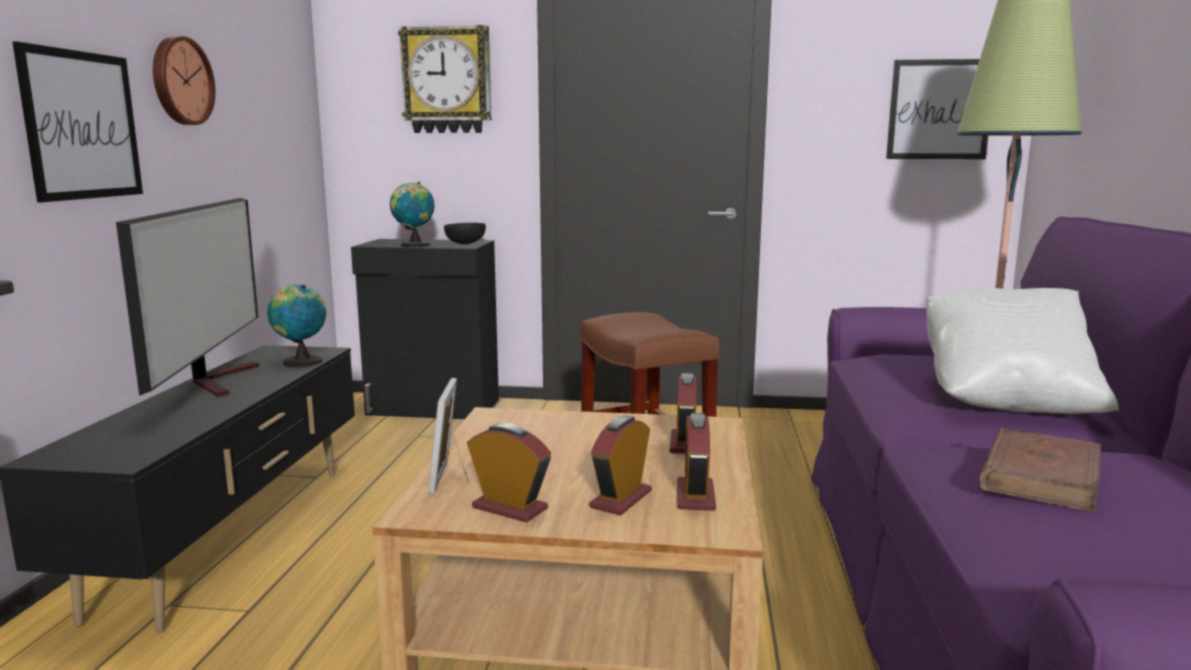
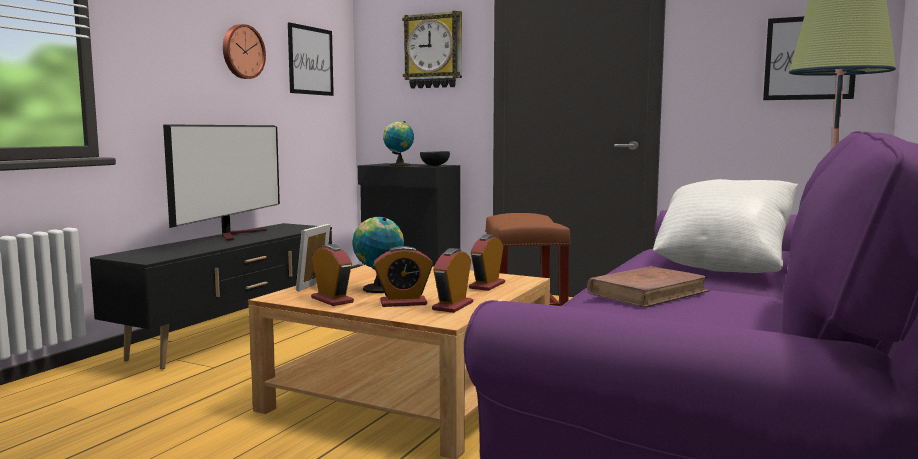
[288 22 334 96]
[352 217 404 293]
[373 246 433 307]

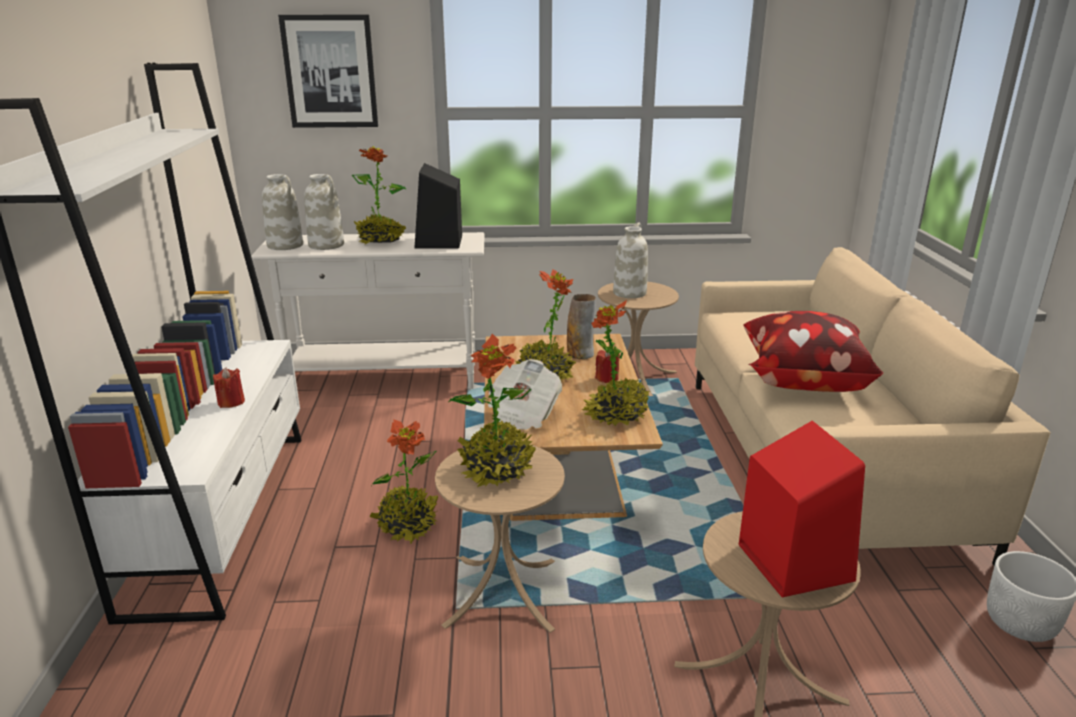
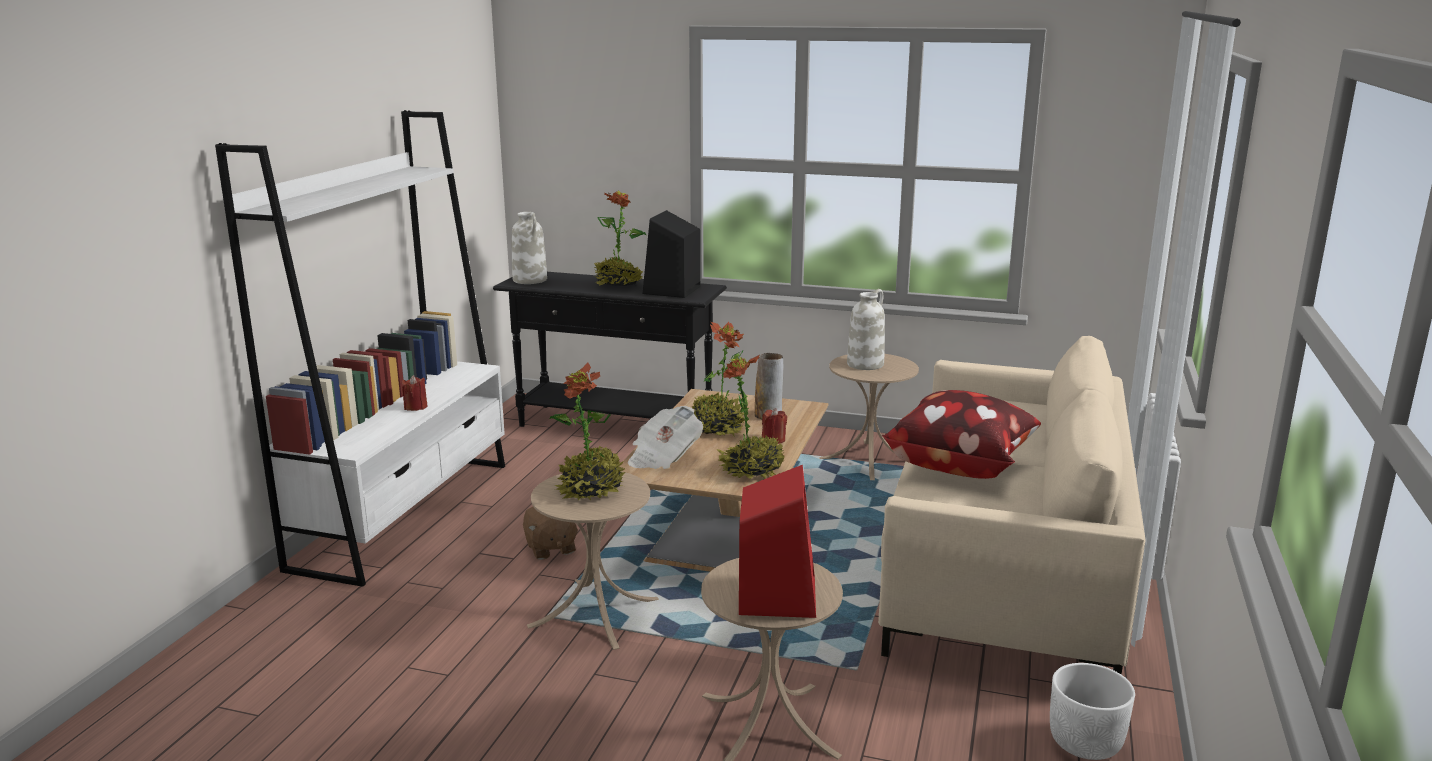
[278 15 378 128] (first image)
[304 174 344 250] (first image)
[523 507 578 560]
[493 272 727 427]

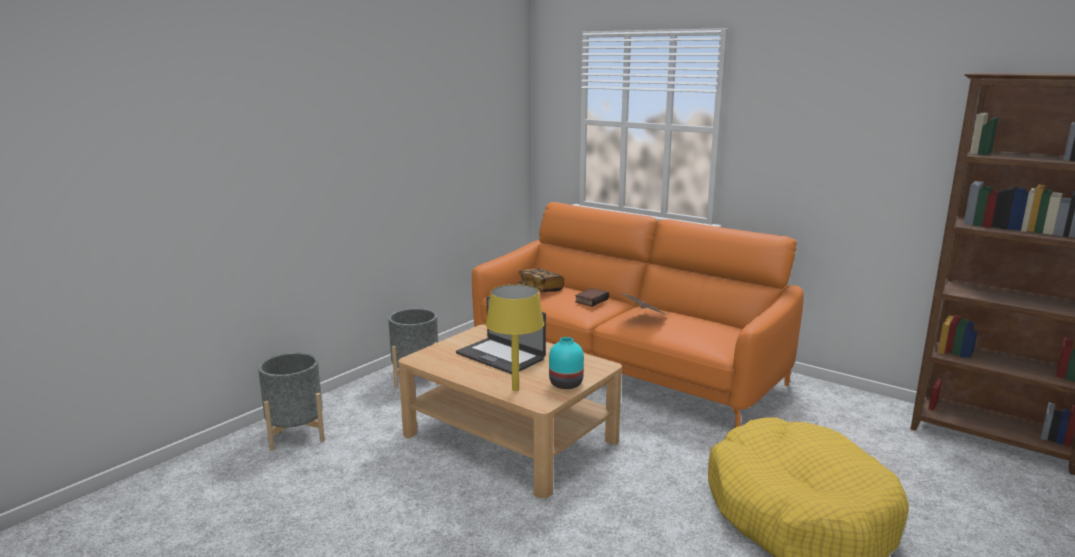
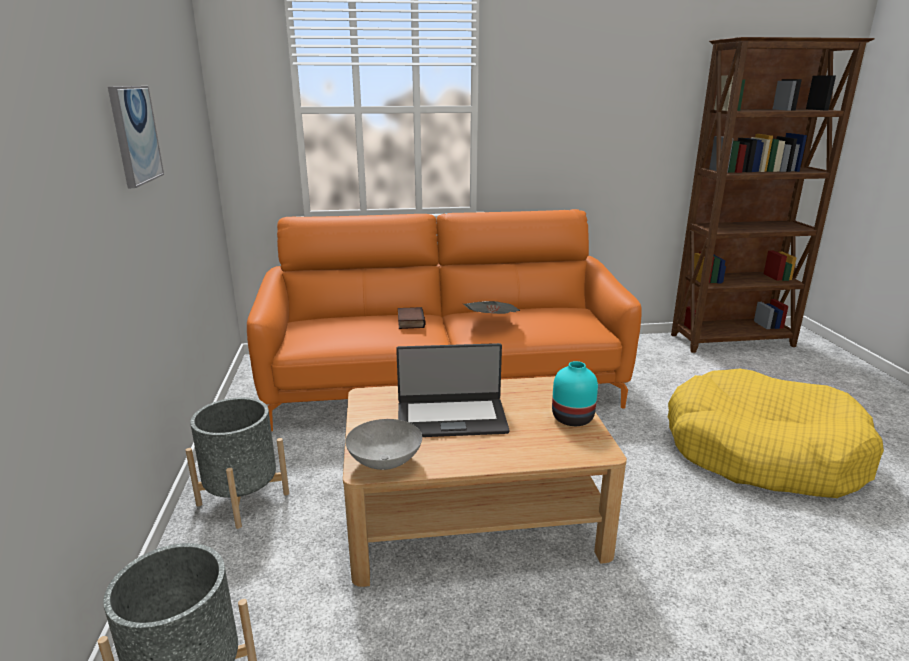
[486 284 544 391] (first image)
[518 268 564 292] (first image)
[108 86 164 188]
[345 419 422 470]

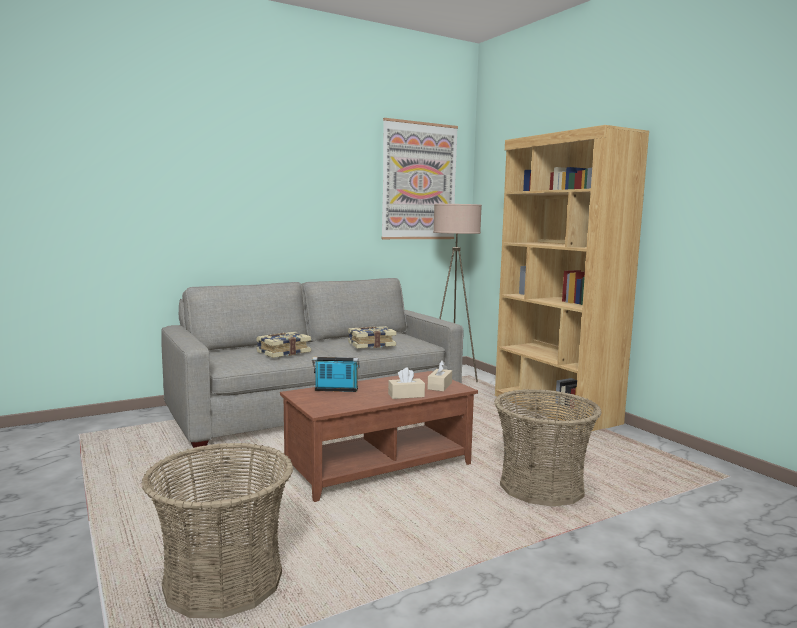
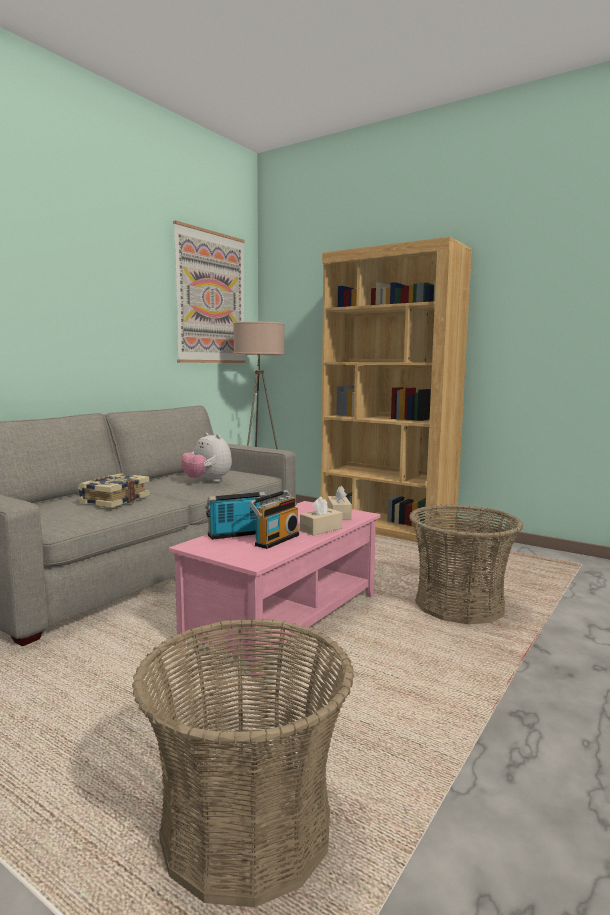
[249 490 299 549]
[181 433 232 482]
[169 501 380 678]

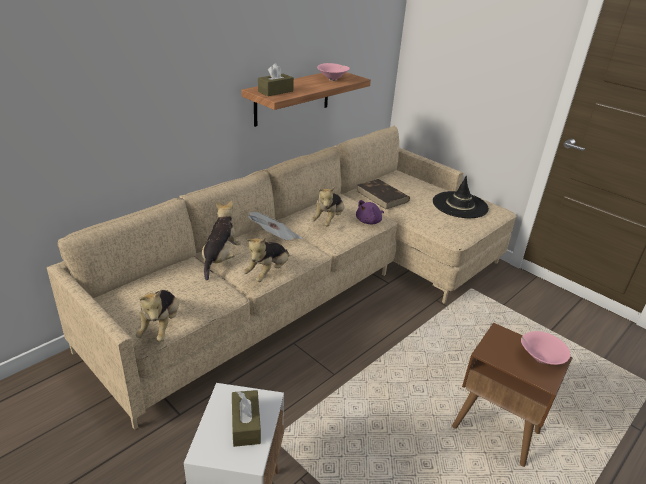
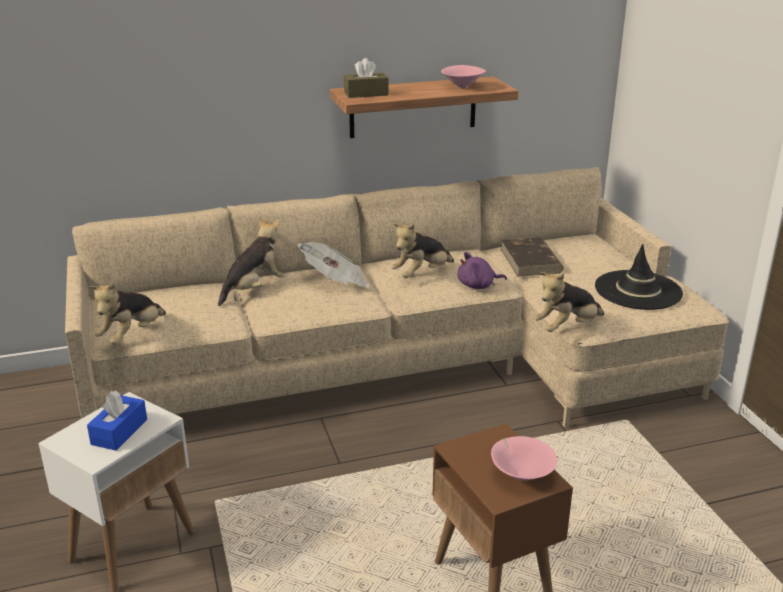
[534 272 604 332]
[87 391 147 451]

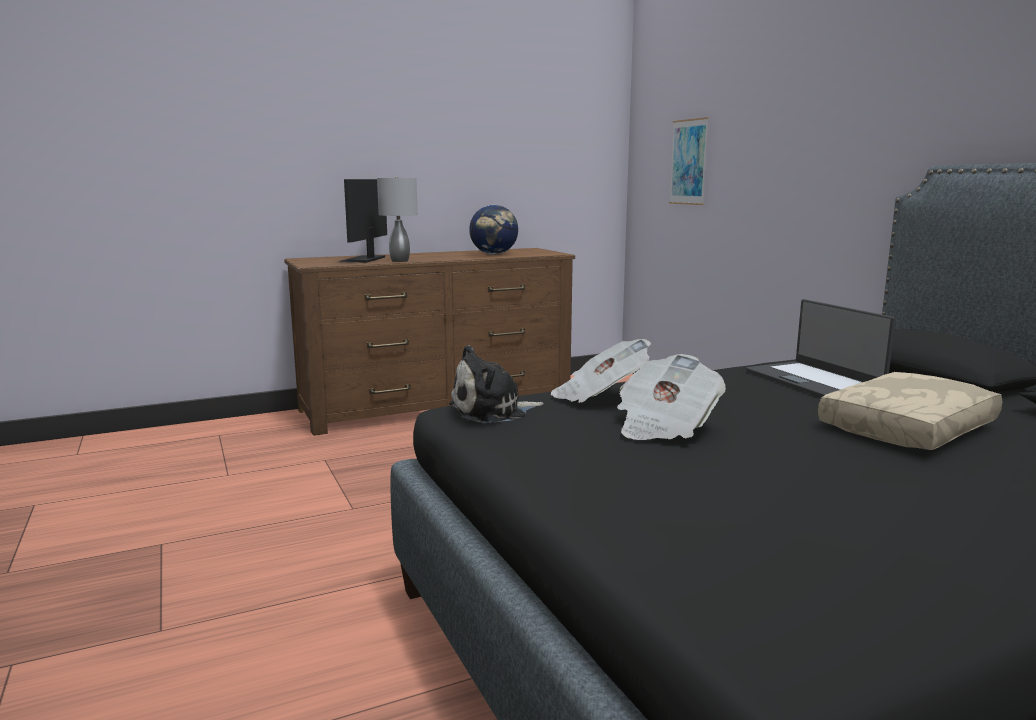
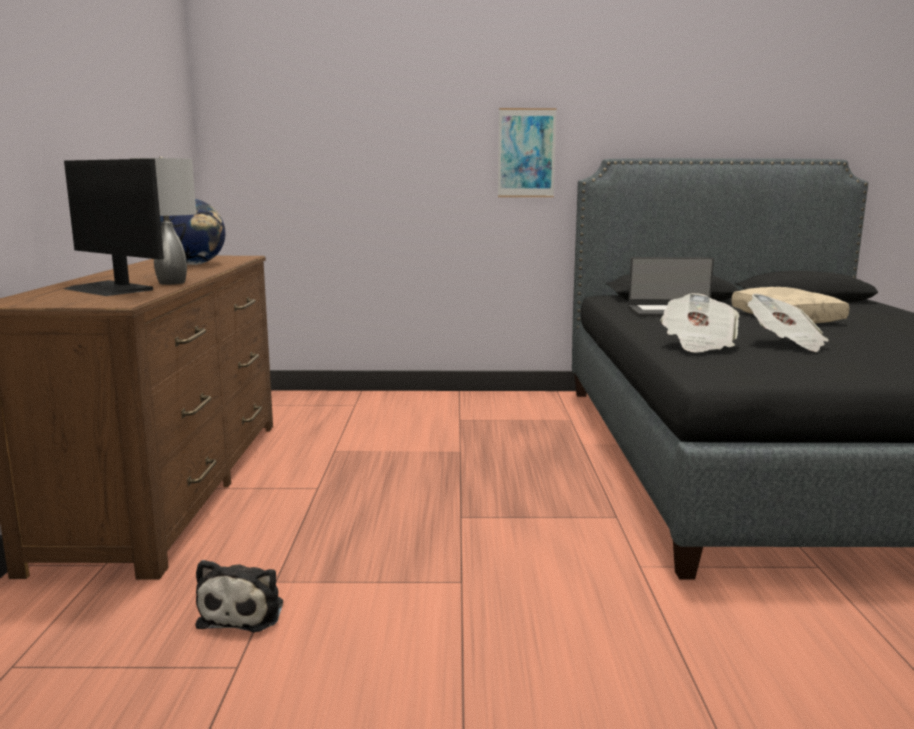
[195 560 283 632]
[498 108 556 197]

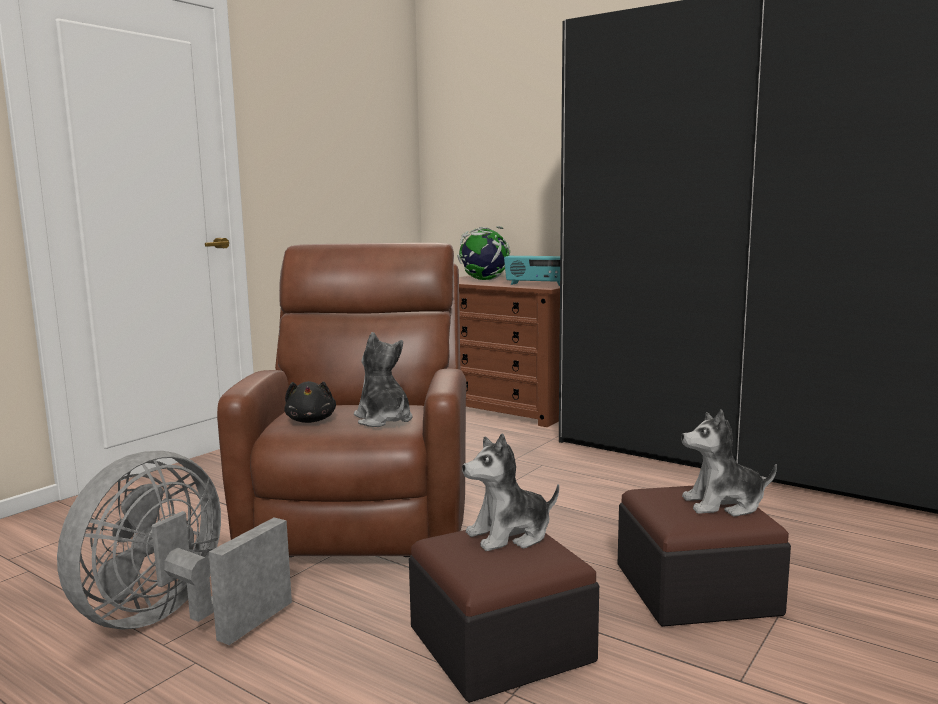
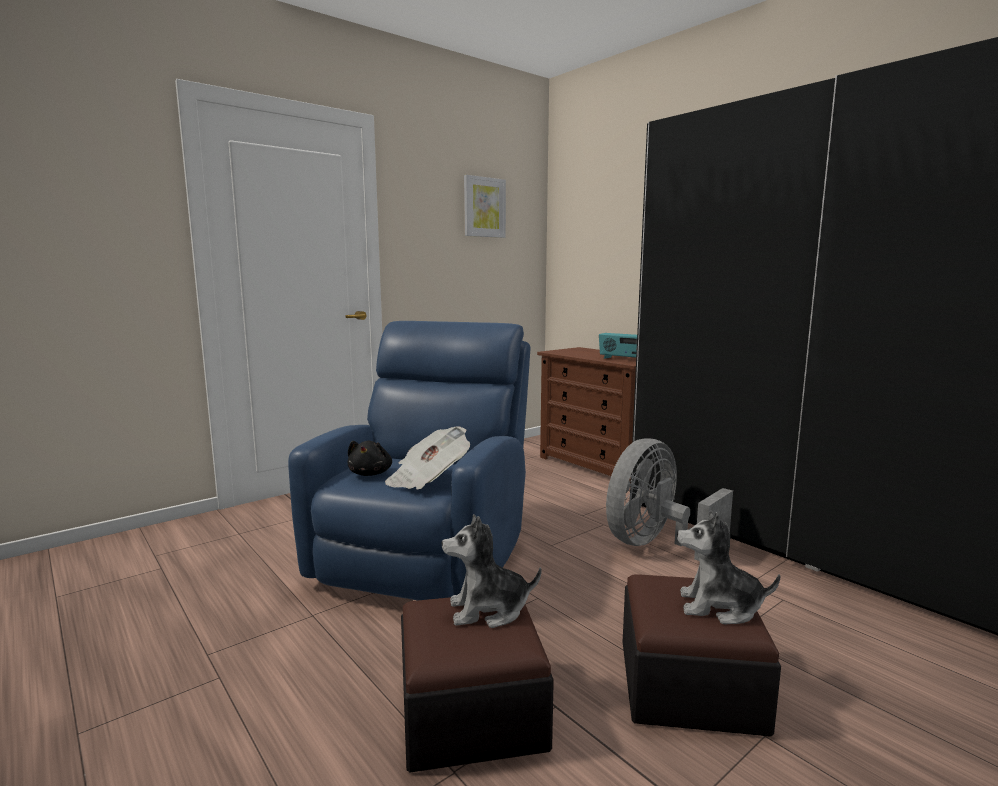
[457 226 510 280] (first image)
[464 175 506 238]
[606 438 733 561]
[385 426 470 490]
[288 321 531 600]

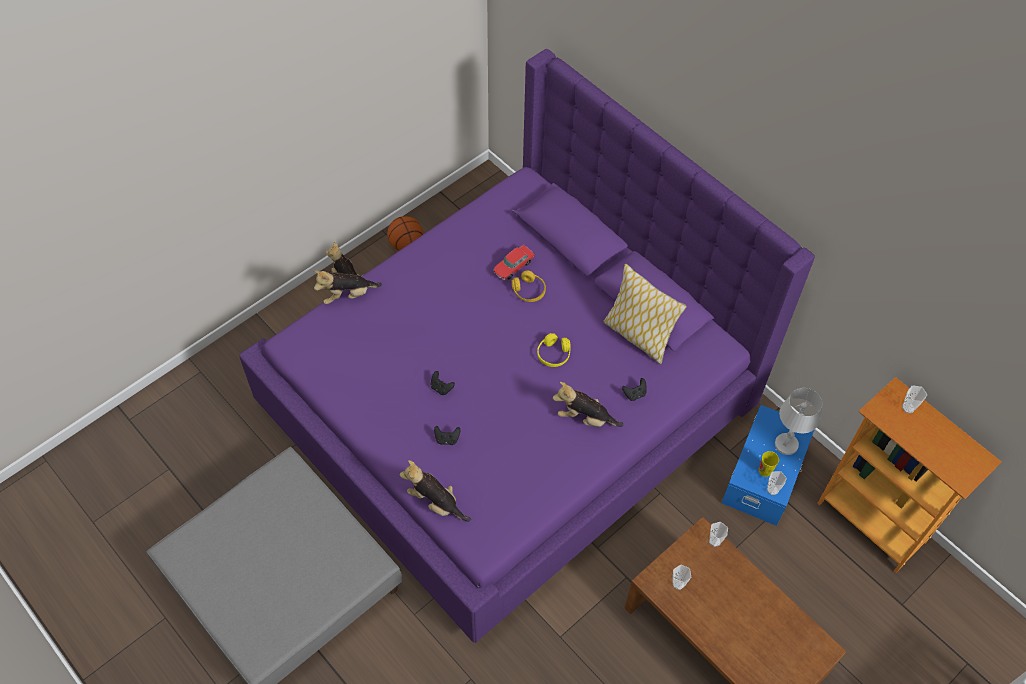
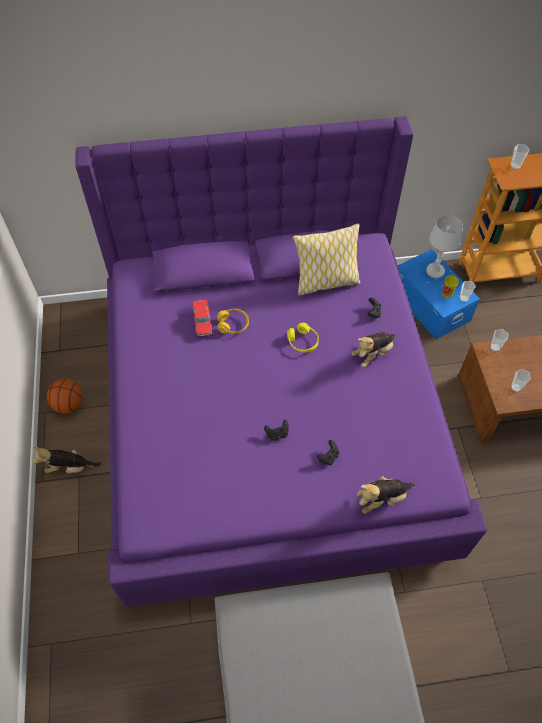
[314 270 382 304] (first image)

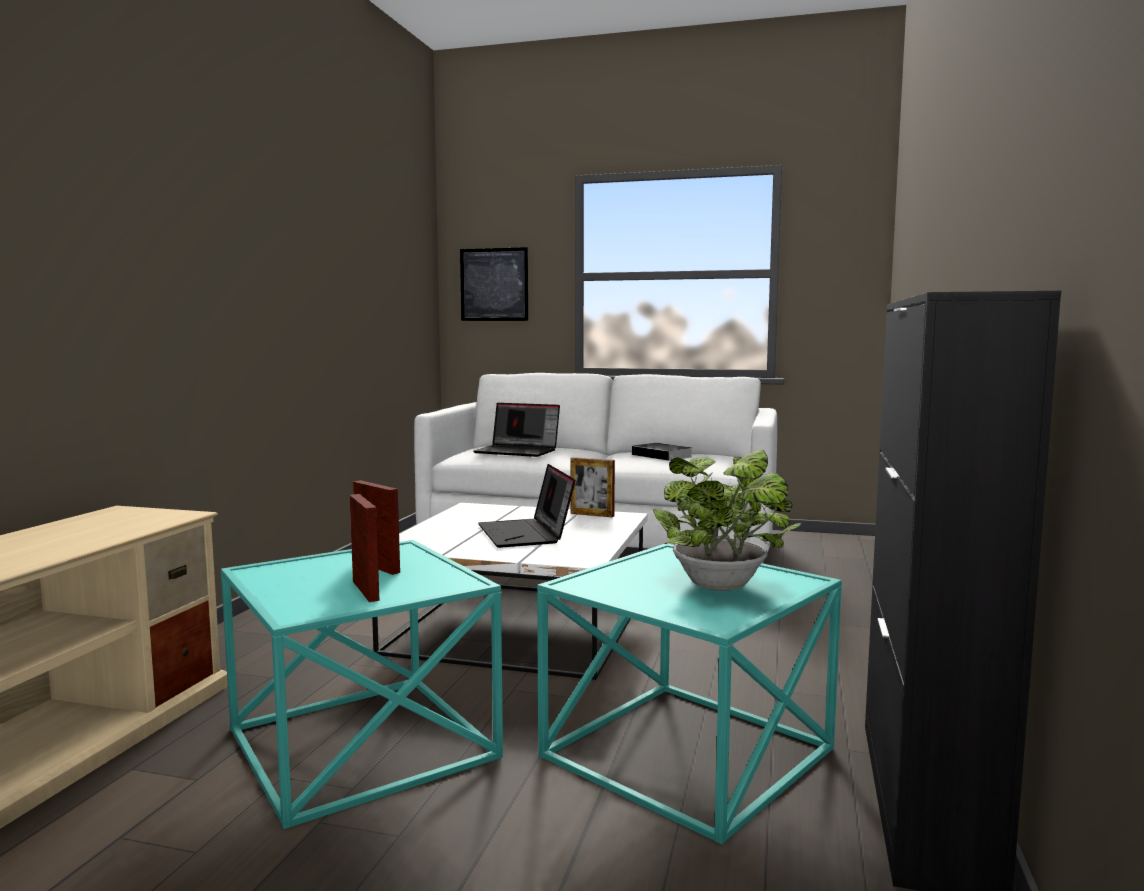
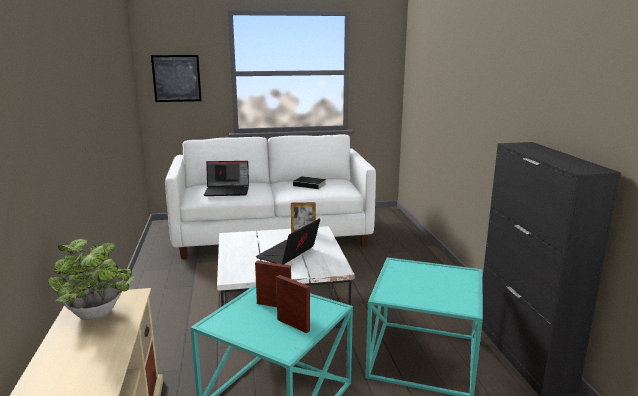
[48 239 135 320]
[255 218 320 265]

